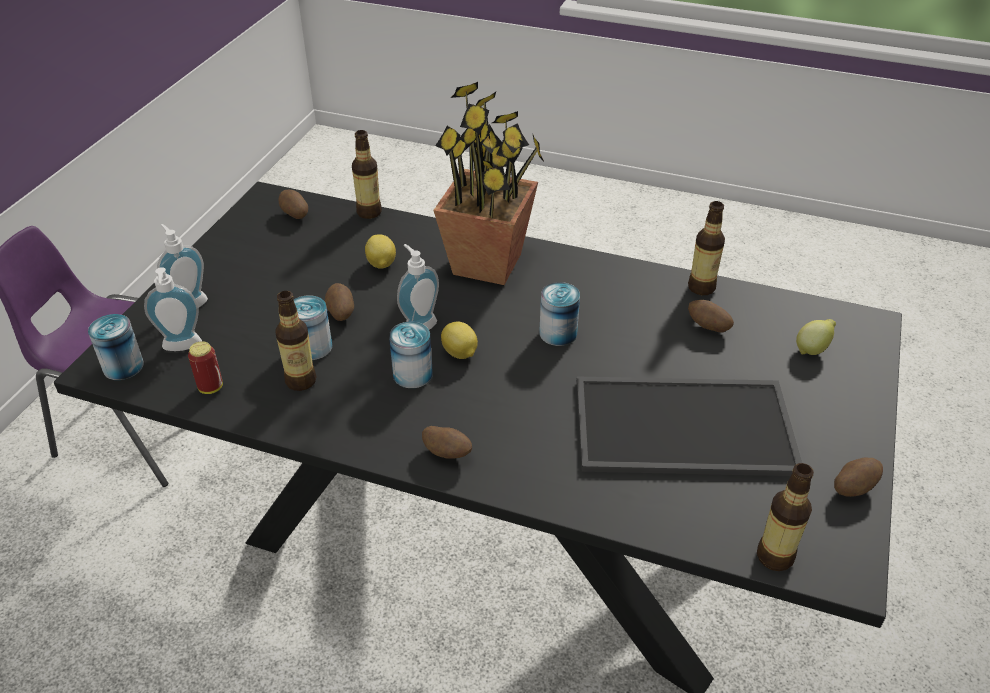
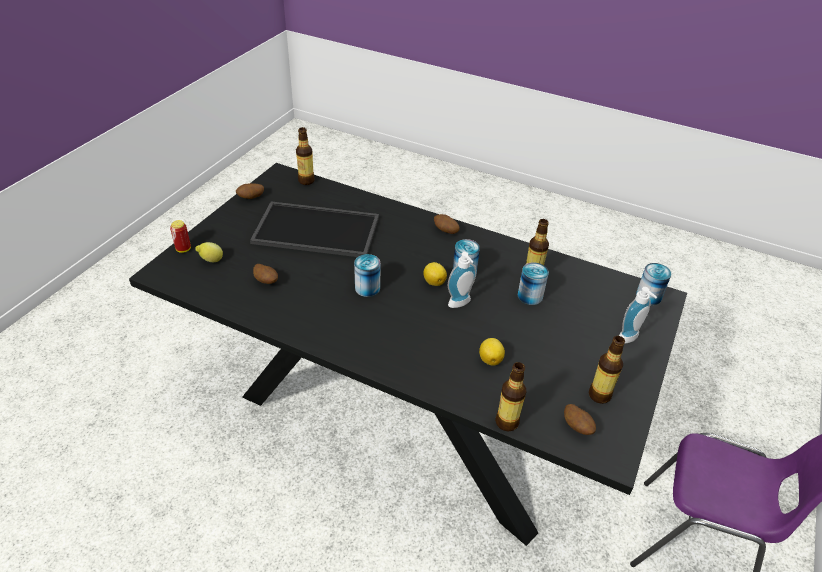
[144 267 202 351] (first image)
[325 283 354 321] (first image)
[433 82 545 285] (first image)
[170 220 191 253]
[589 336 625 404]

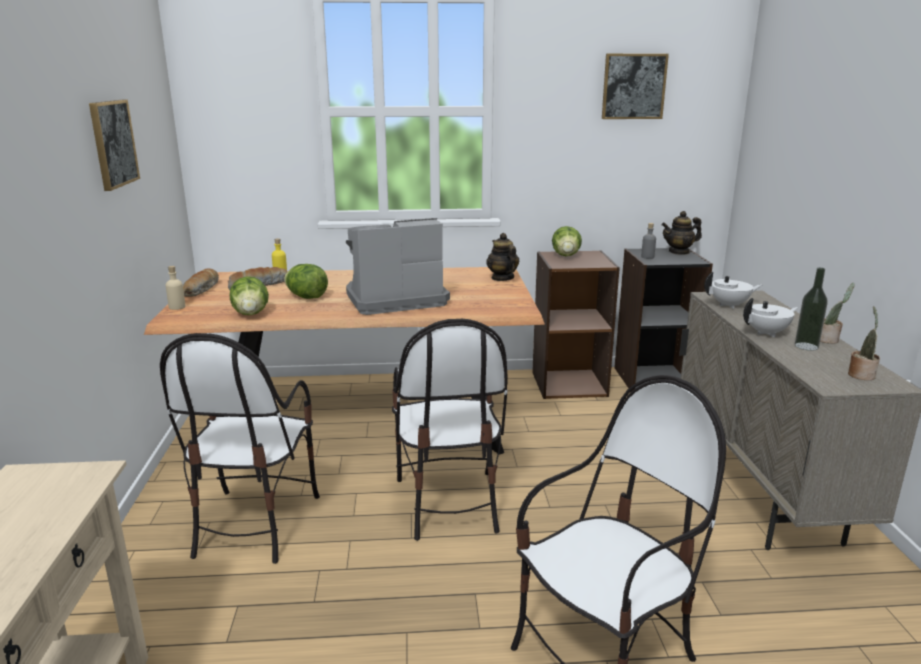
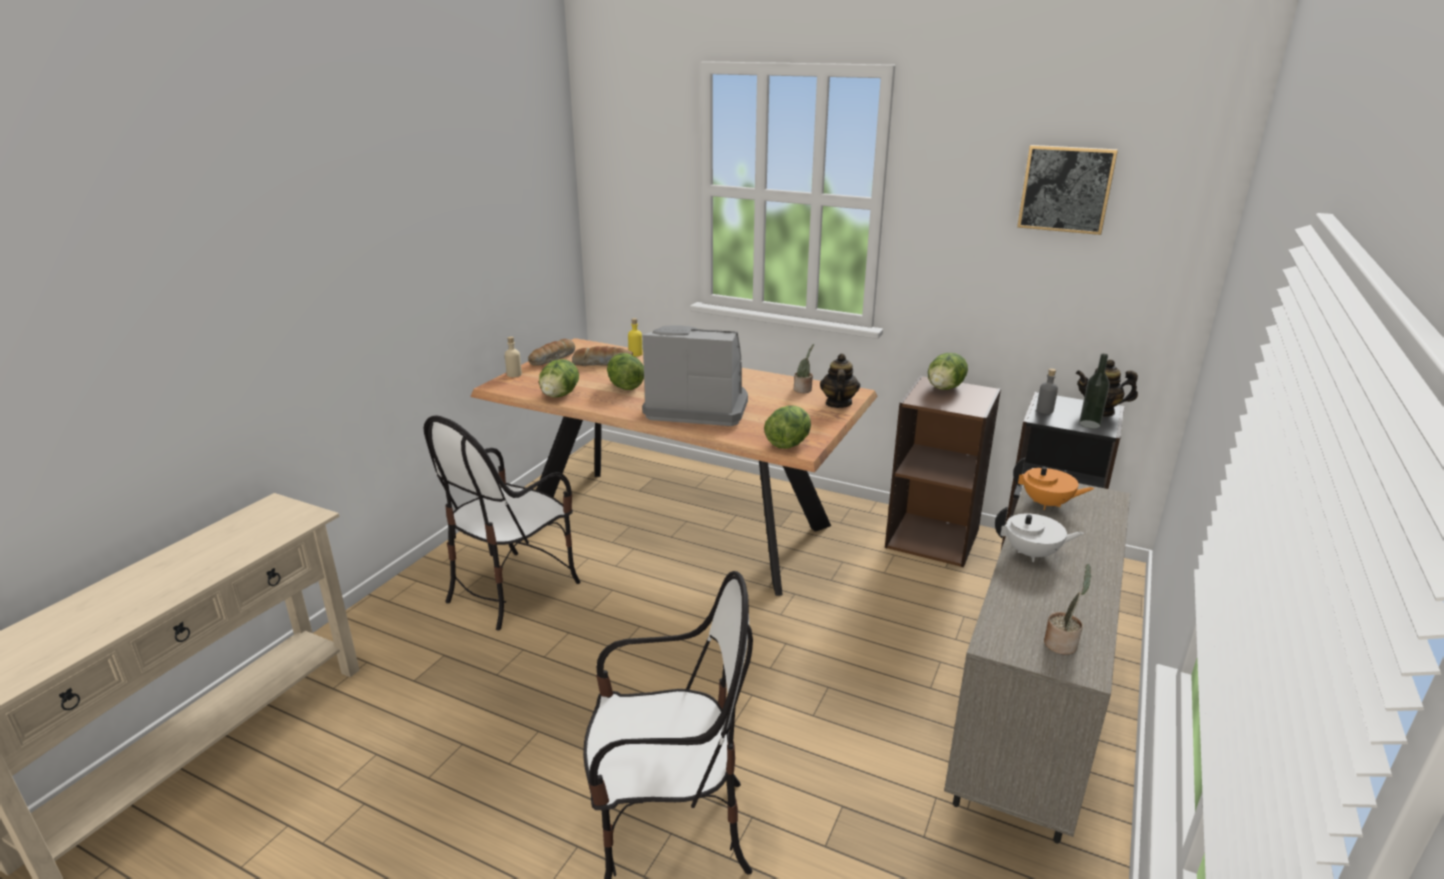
[89 100 140 191] (first image)
[392 319 508 541] (first image)
[764 405 811 449]
[1079 354 1110 429]
[794 344 814 393]
[1013 458 1095 510]

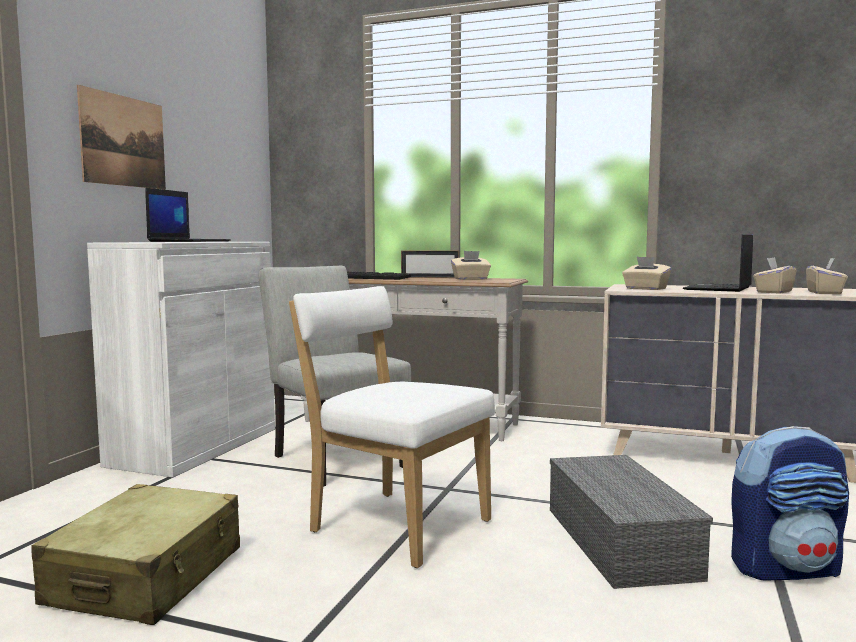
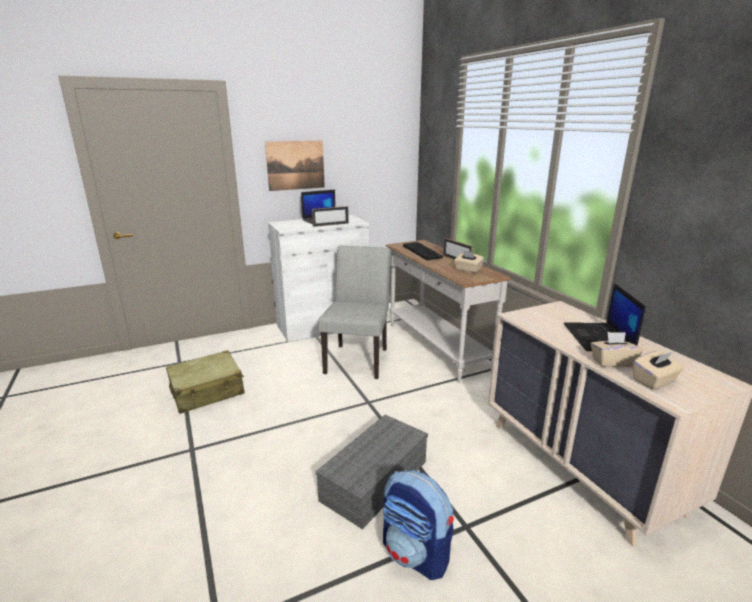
[289 286 495 568] (first image)
[622 257 671 290] (first image)
[312 206 349 227]
[563 283 646 351]

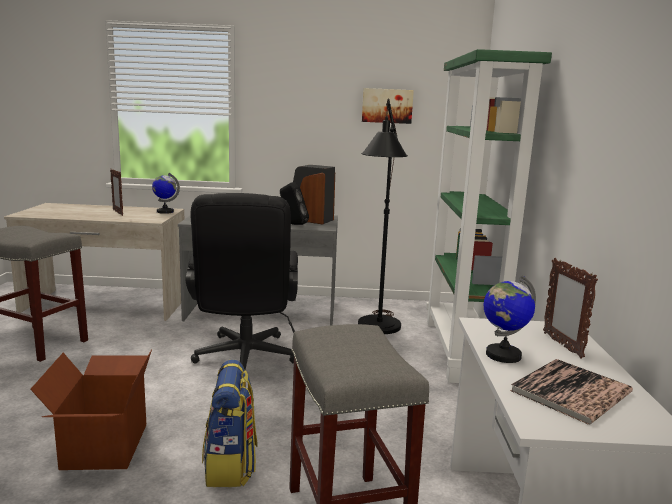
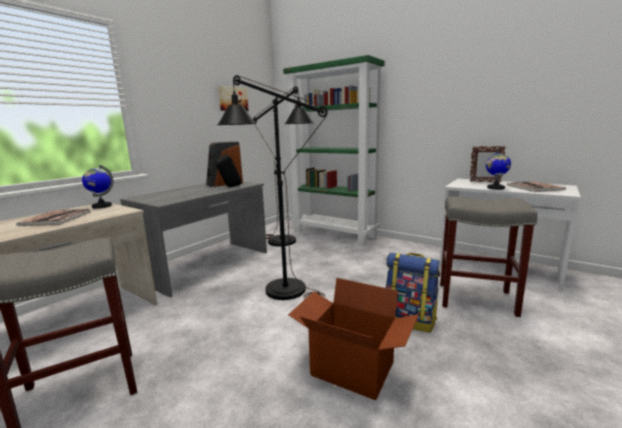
[16 209 91 226]
[217 75 328 300]

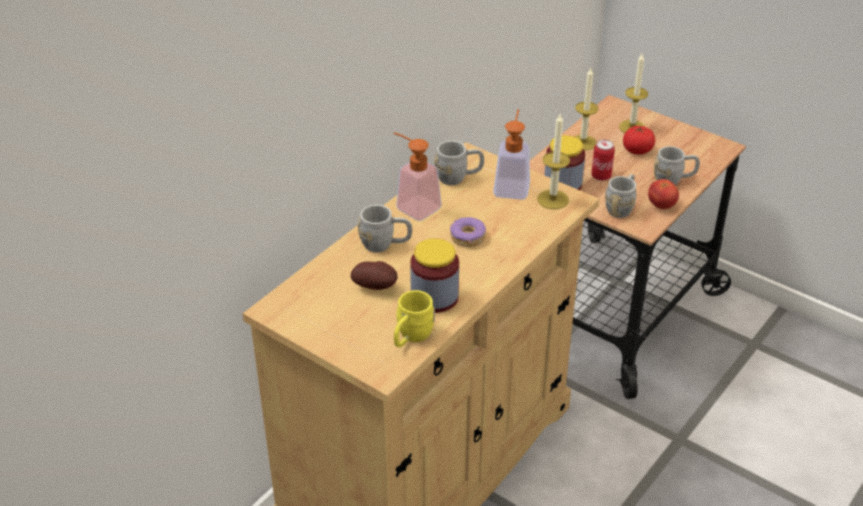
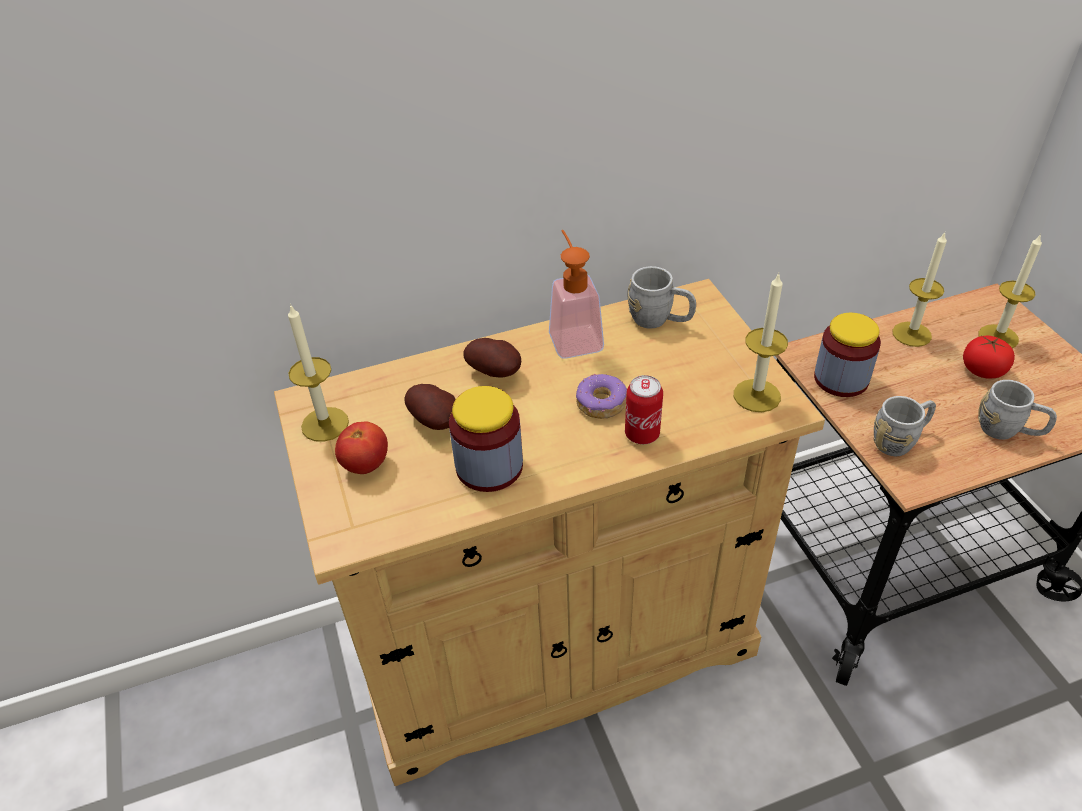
[394 290 435 348] (first image)
[493 109 530 200] (first image)
[288 304 349 442]
[625 375 663 444]
[335 421 388 474]
[463 338 521 378]

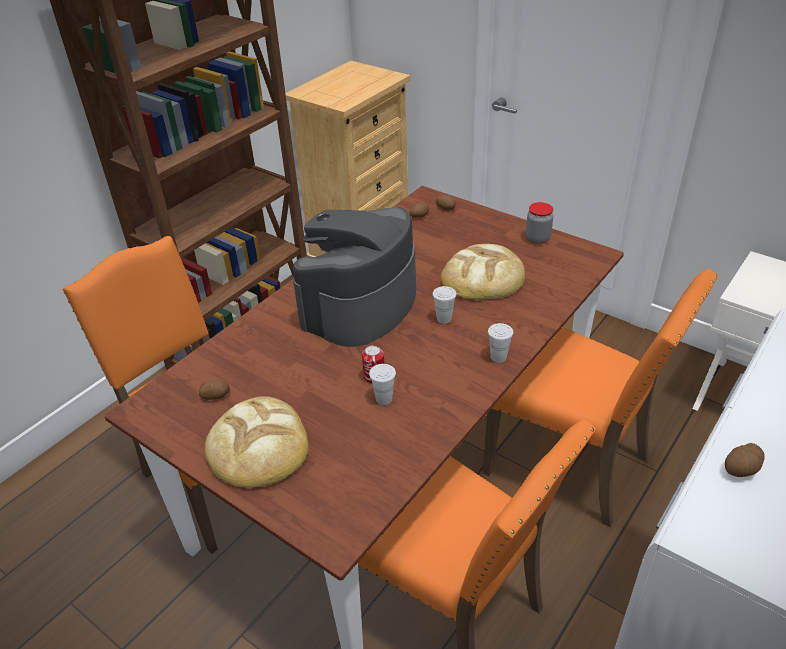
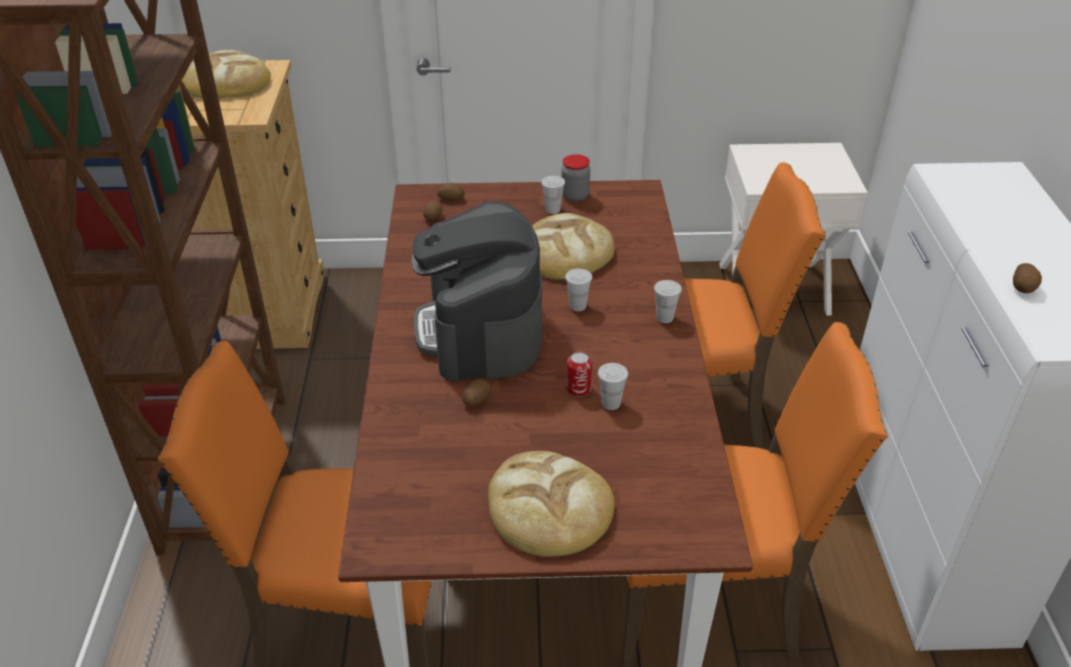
[182 50 271 98]
[541 176 565 214]
[462 379 491 407]

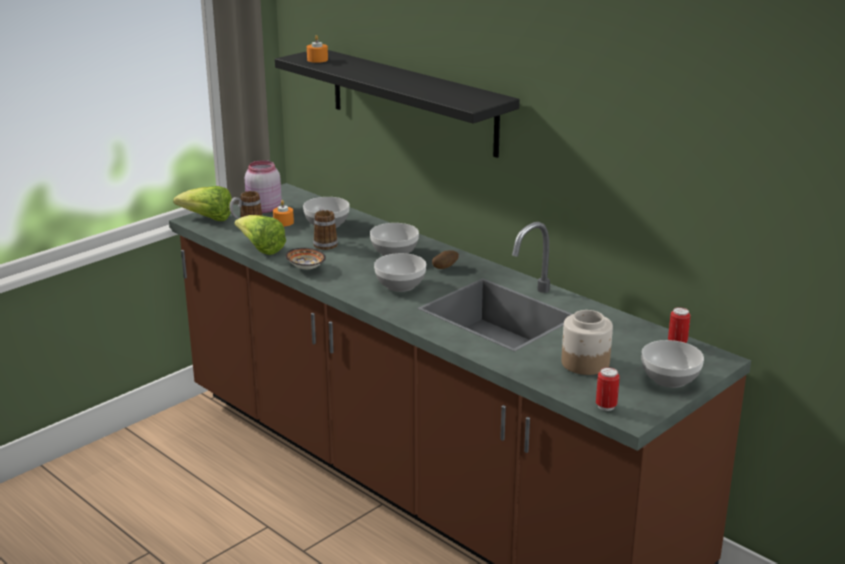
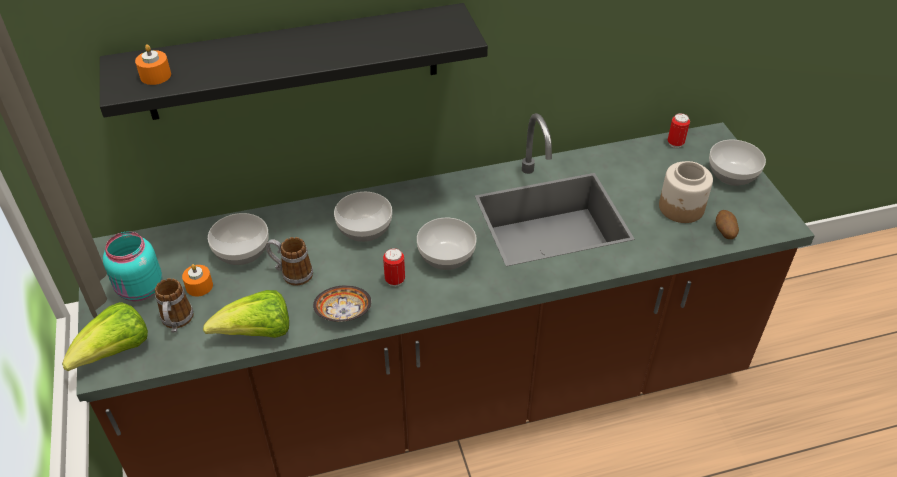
[716 210 739 239]
[383 248 405 286]
[103 232 162 301]

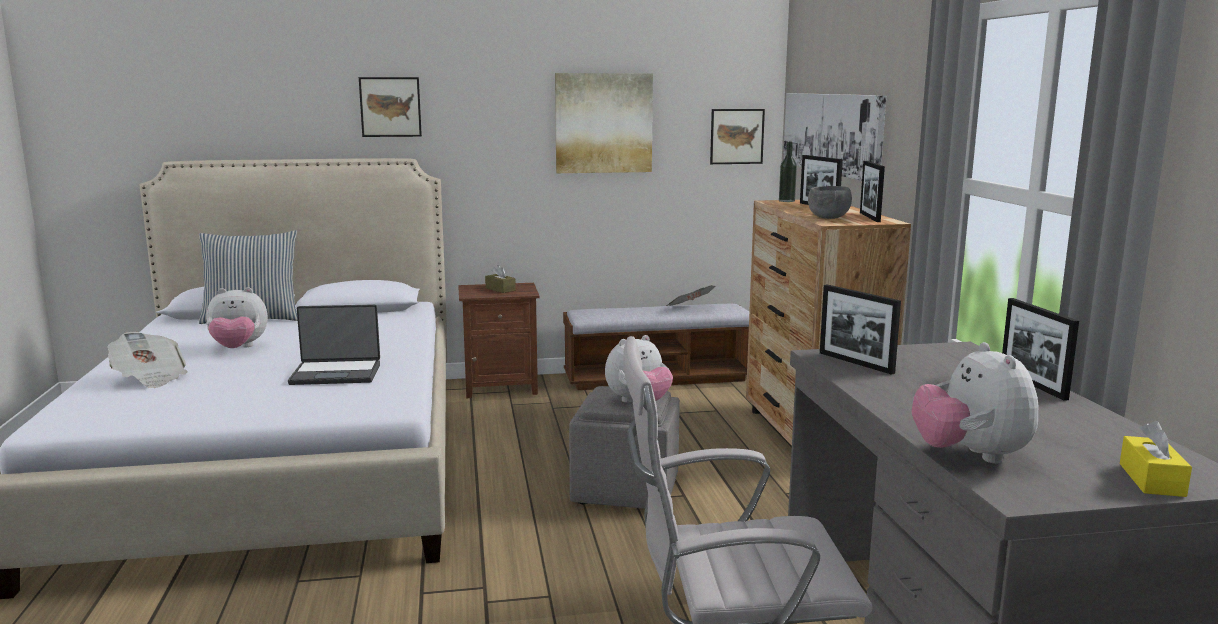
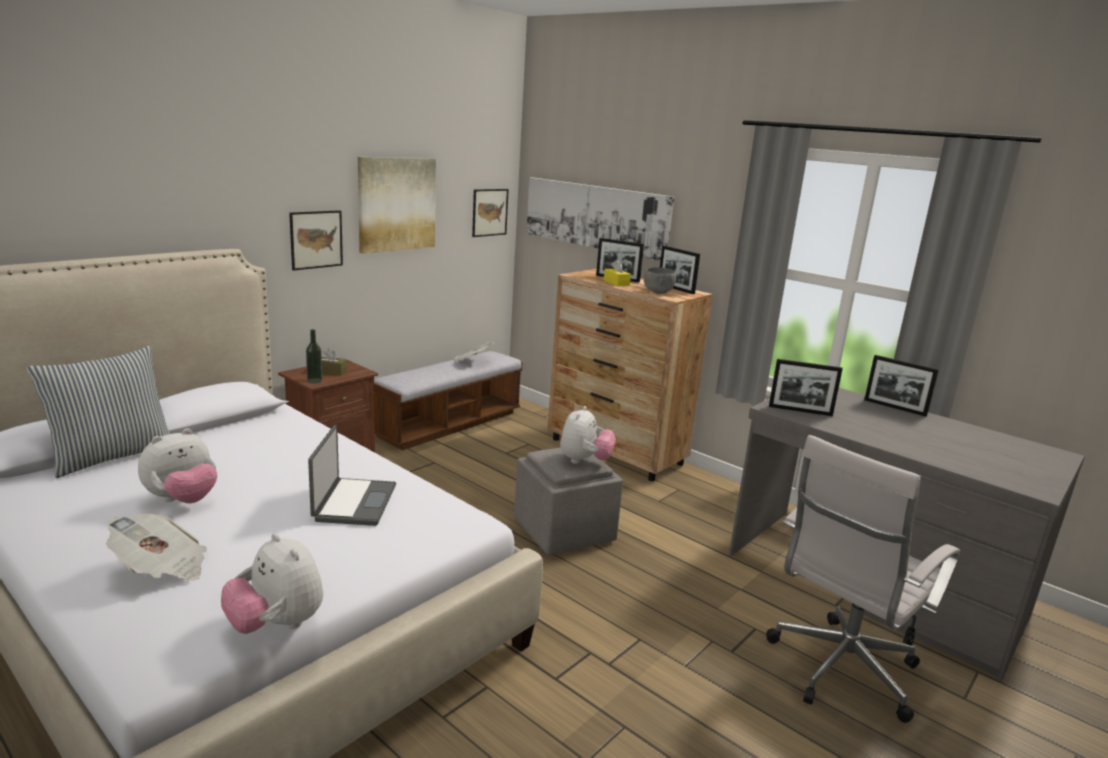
[289 210 343 271]
[306 329 322 383]
[221 533 323 634]
[604 260 631 286]
[308 425 396 526]

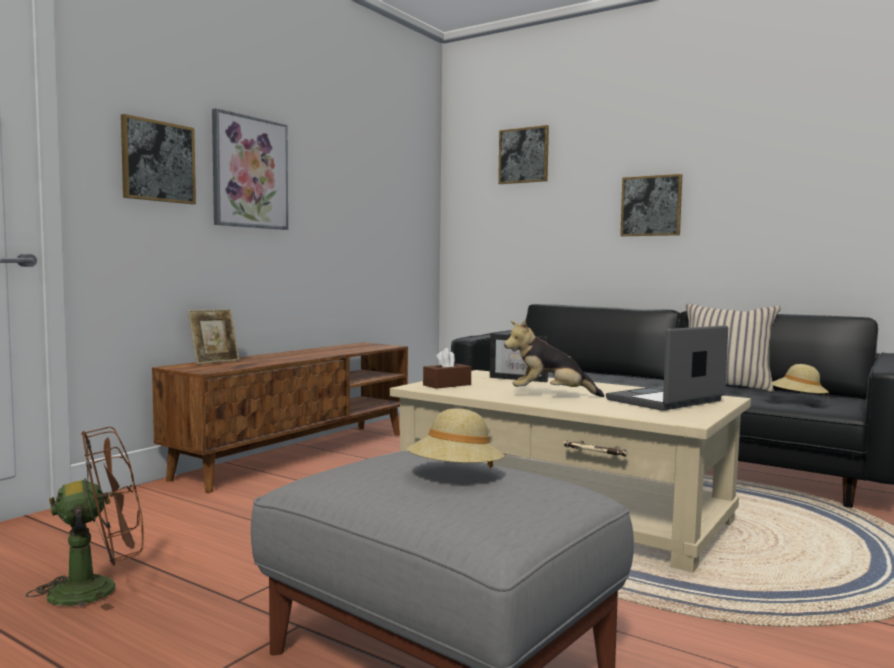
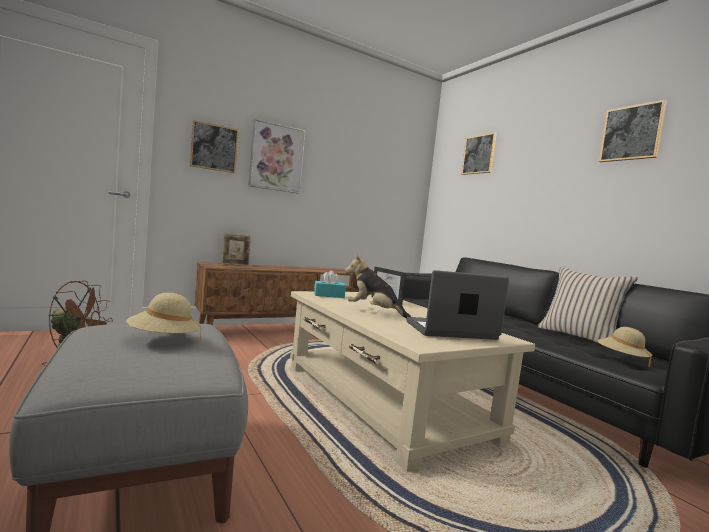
[599 100 667 162]
[314 270 346 298]

